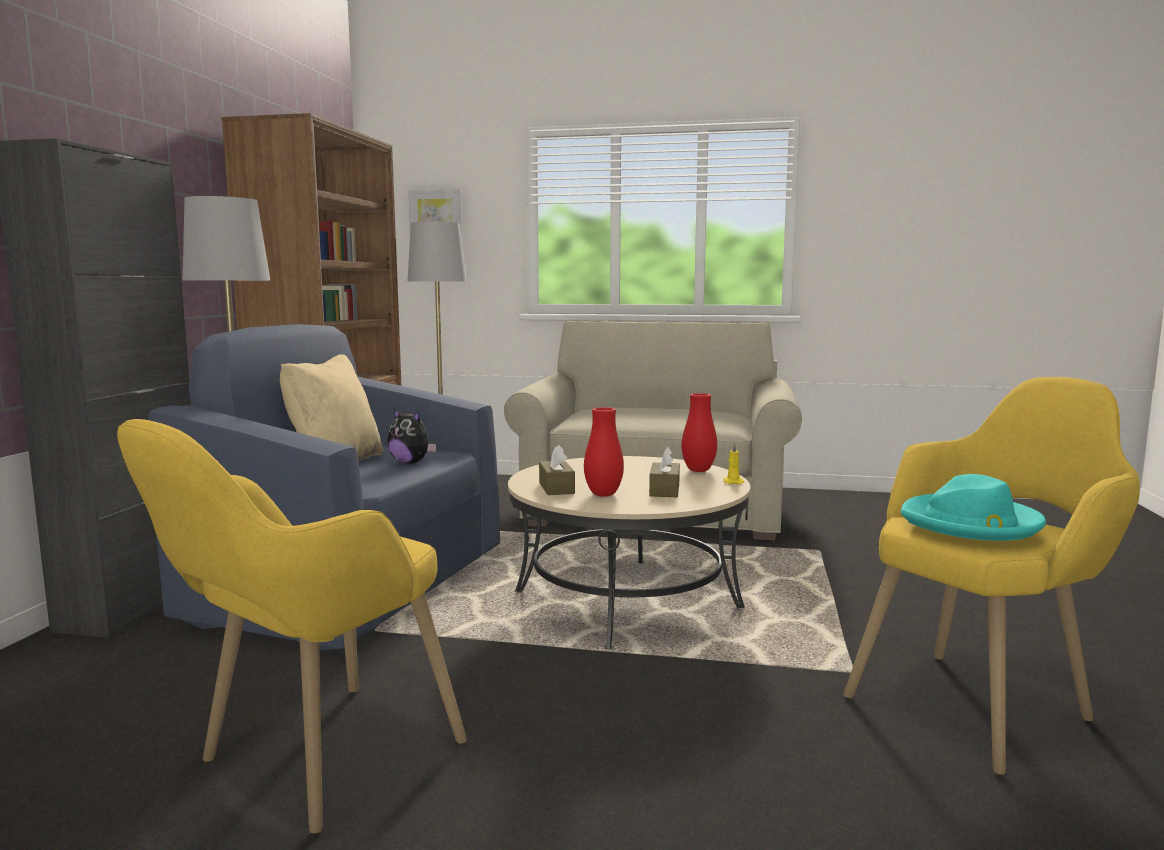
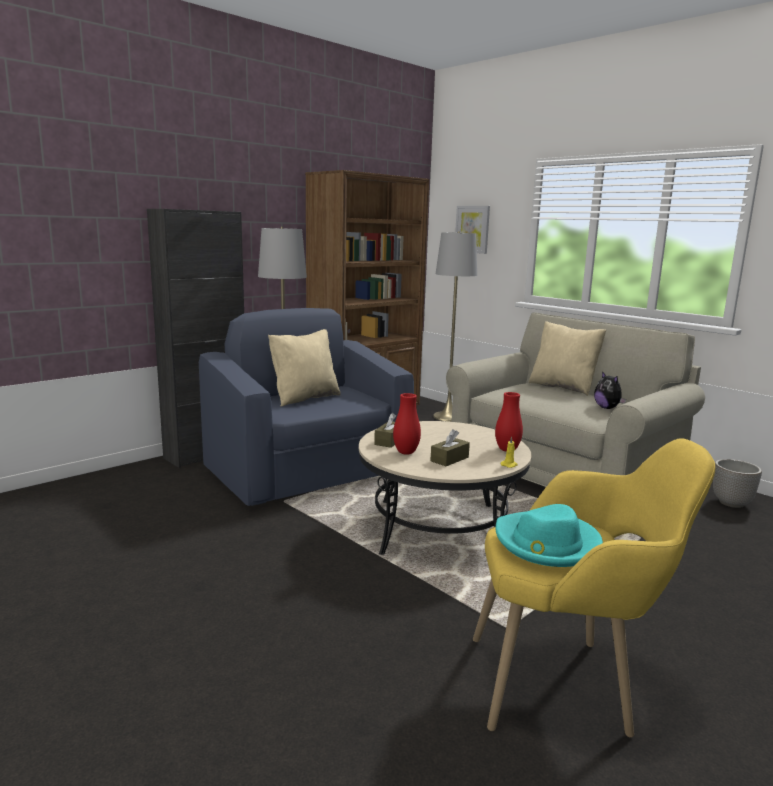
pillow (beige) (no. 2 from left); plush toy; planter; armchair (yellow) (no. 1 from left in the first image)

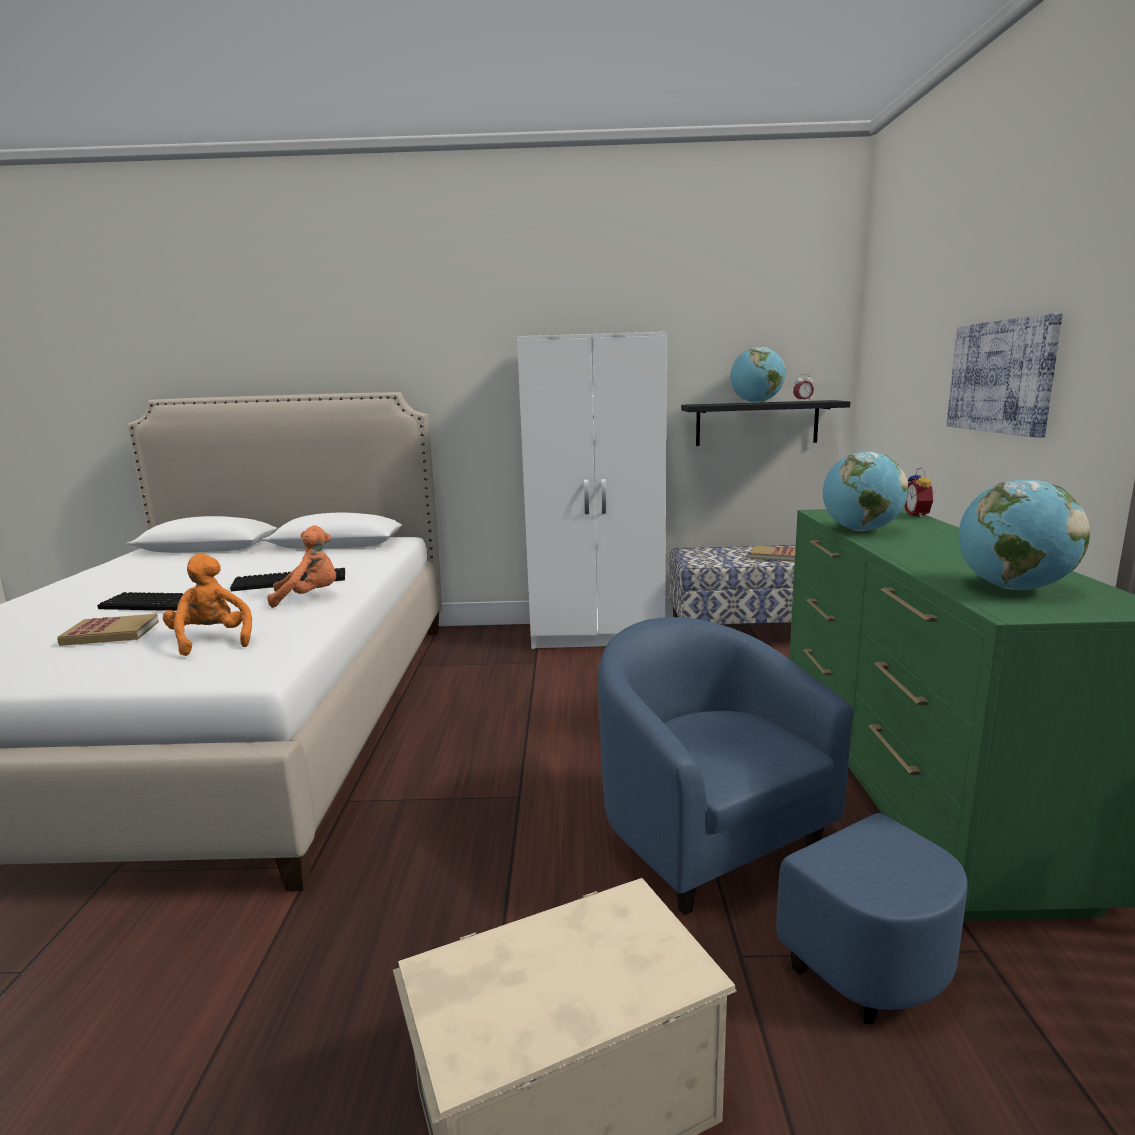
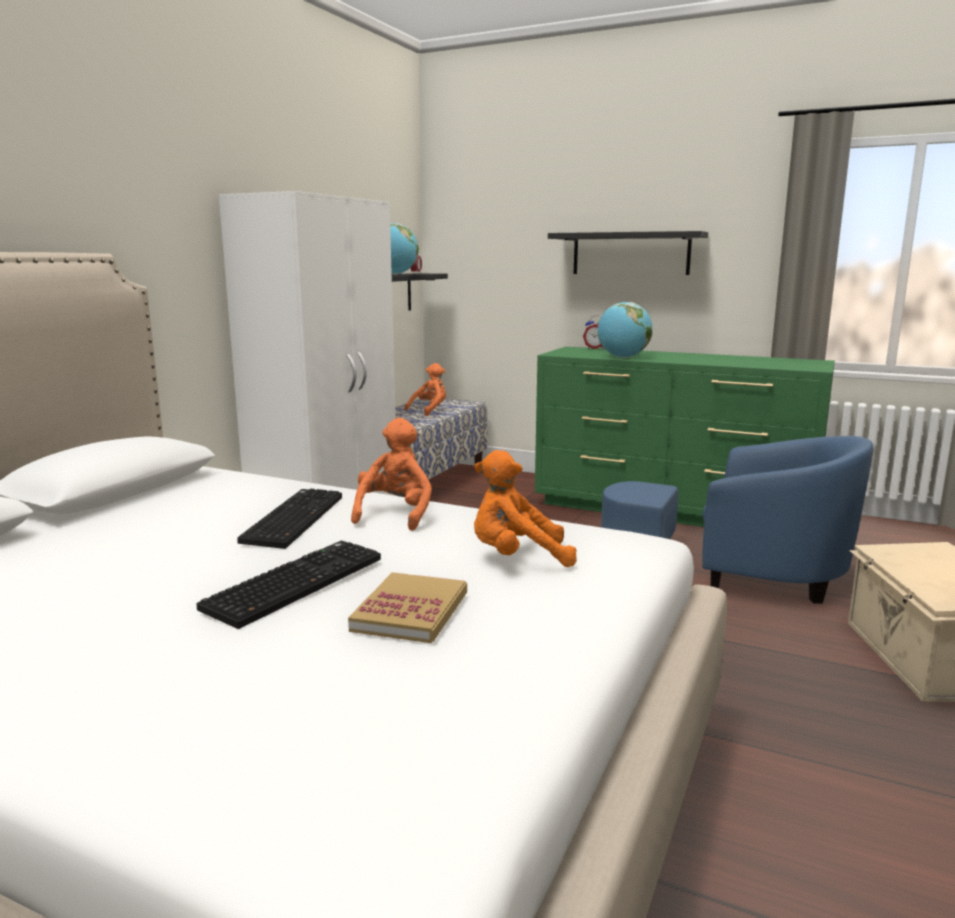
plush toy (orange) (no. 2 from left); shelf (black) (no. 2 from left); armchair (blue); globe (no. 3 from left in the first image)

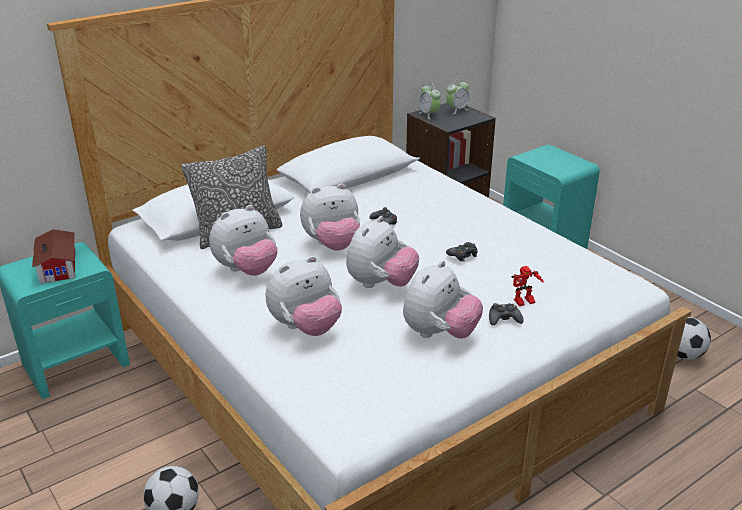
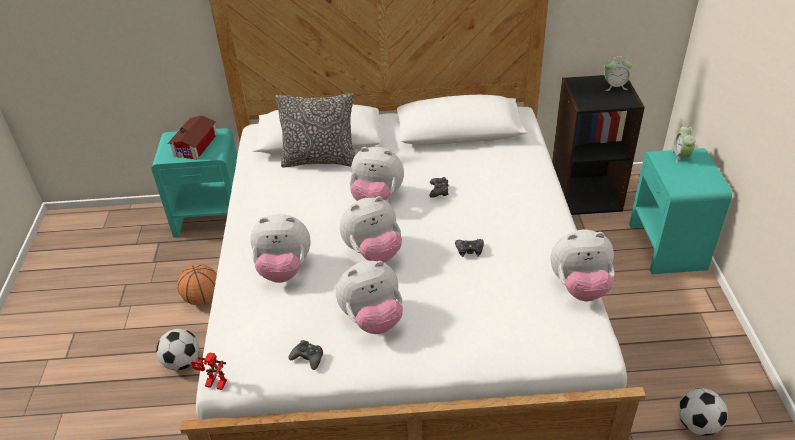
basketball; toy robot; game controller (black) (no. 1 from left); plush toy (no. 5 from left); alarm clock (no. 2 from left)

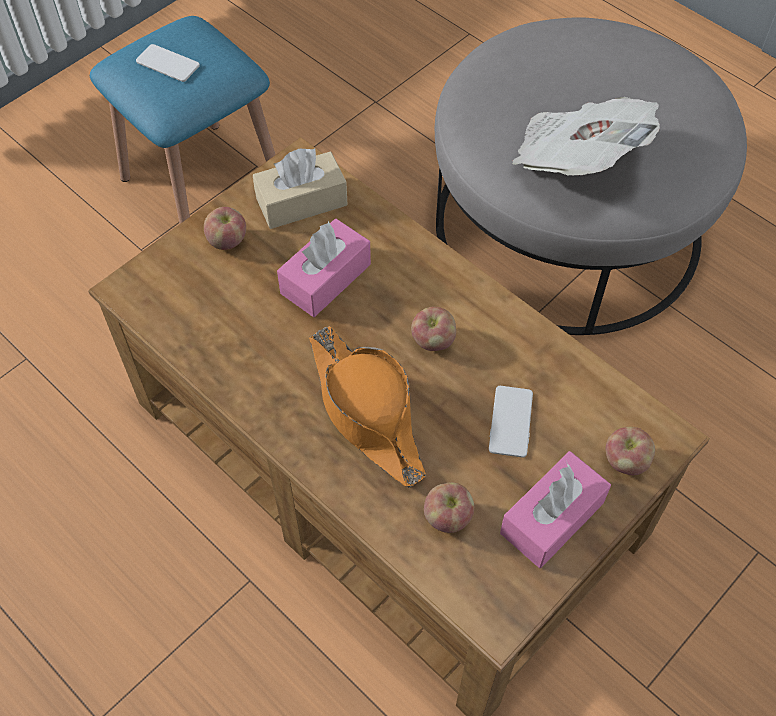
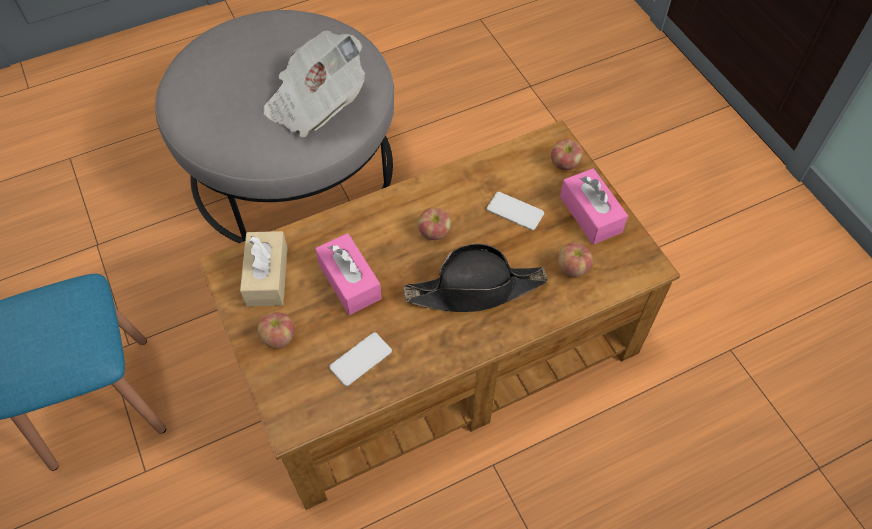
phone (no. 1 from left); hat (black)

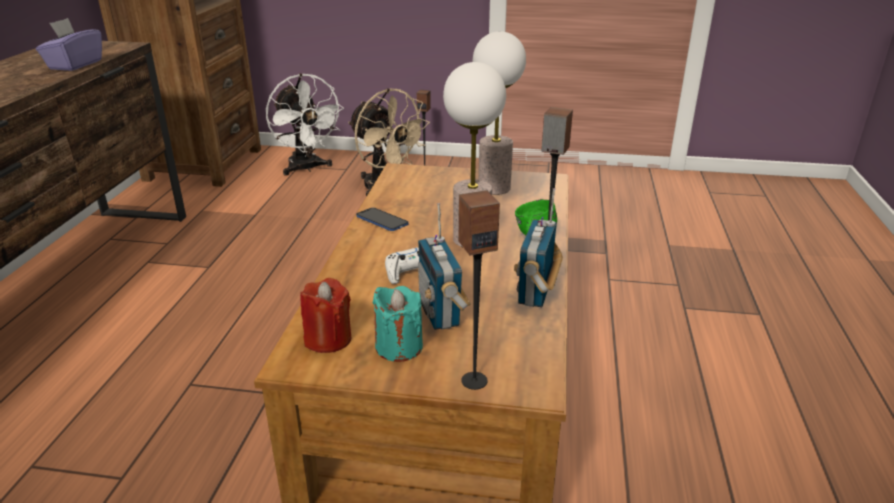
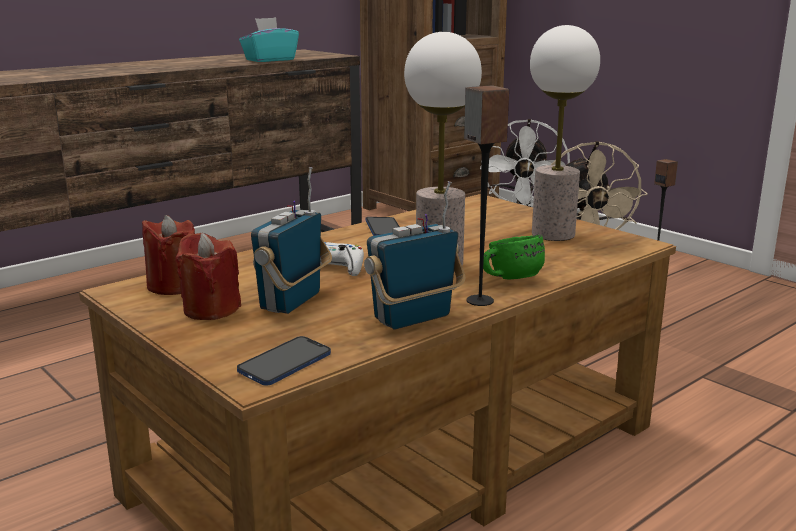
candle (red) (no. 2 from left); phone (no. 1 from left); tissue box (turquoise); speaker (no. 2 from left in the first image)

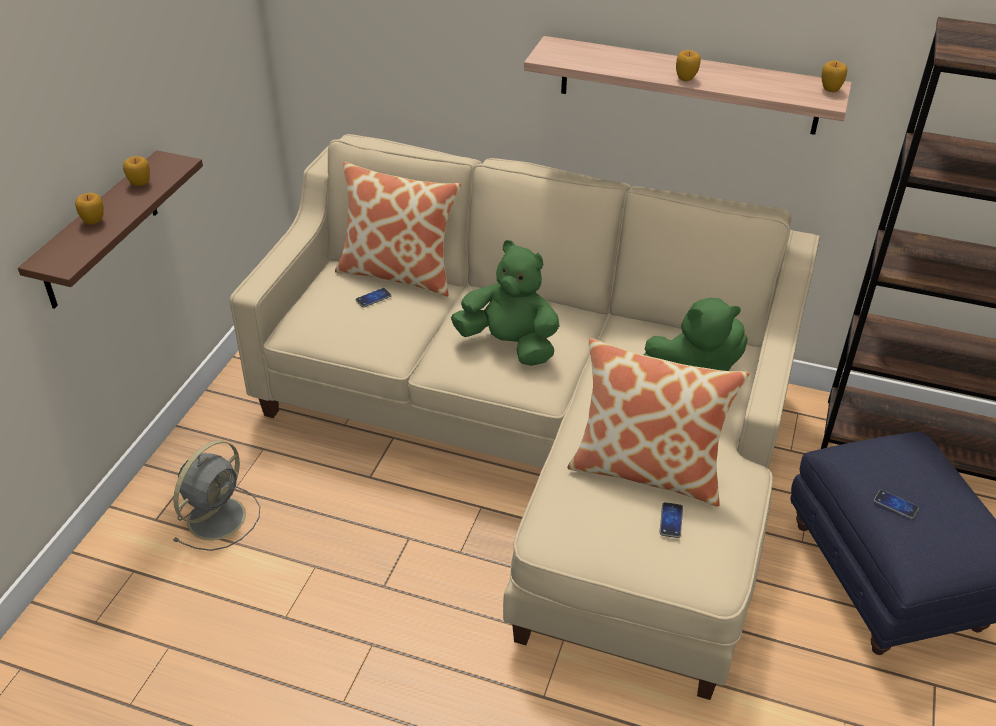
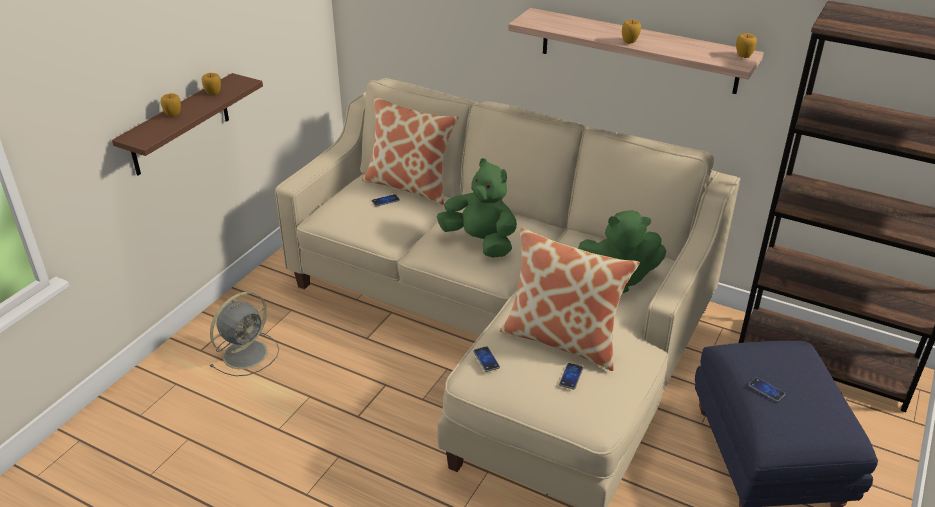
phone (no. 2 from left)

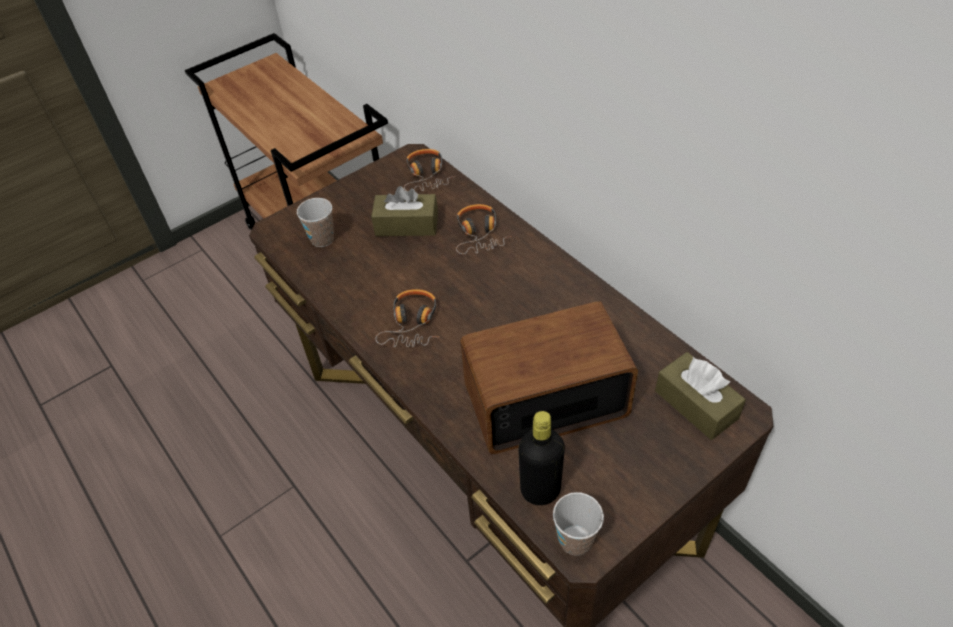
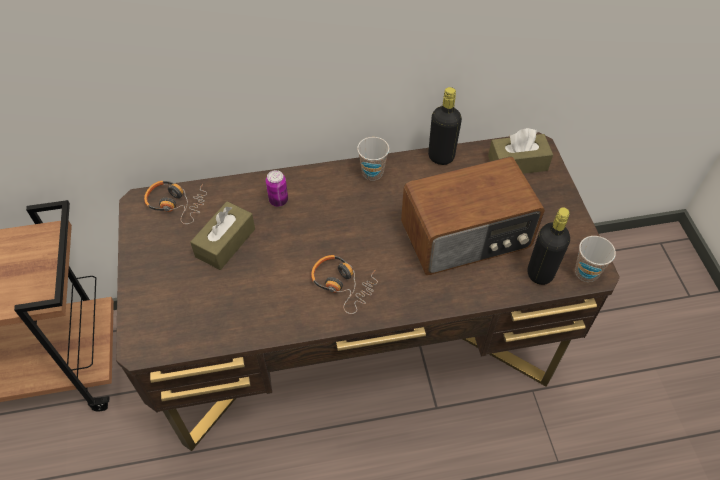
can; cup (no. 1 from left); radio; bottle (black) (no. 1 from left)

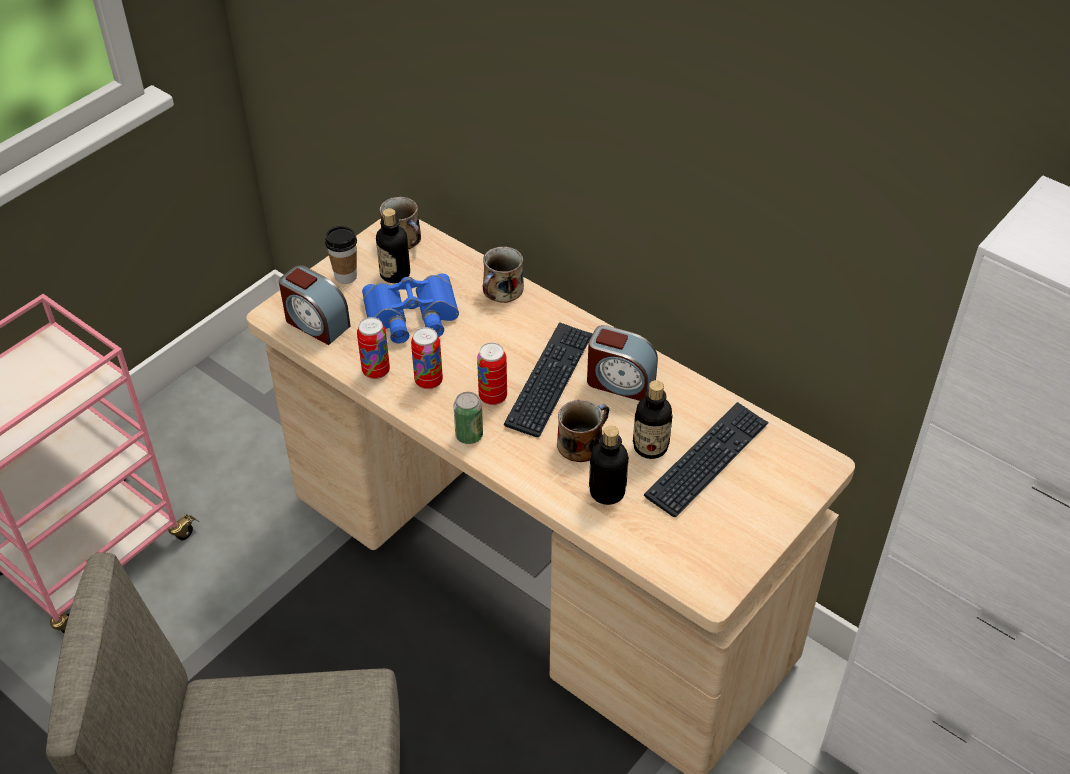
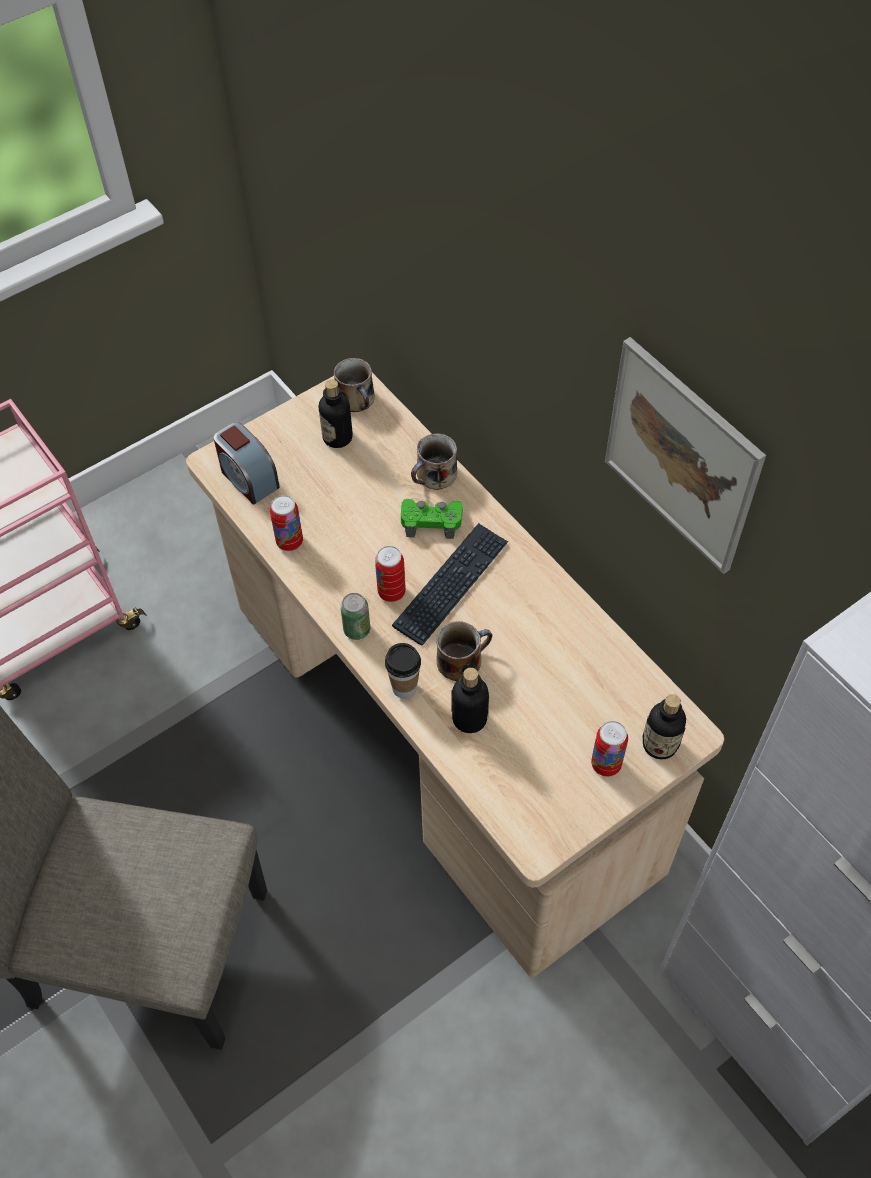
cup; game controller (green); can (no. 4 from left); picture; bottle (no. 3 from left); binoculars (blue); alarm clock (no. 2 from left in the first image); keyboard (no. 2 from left in the first image)

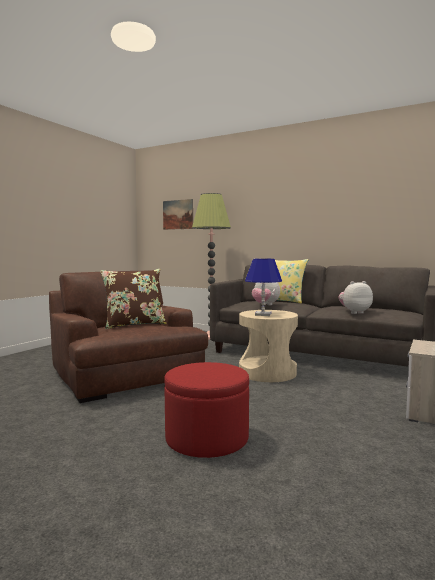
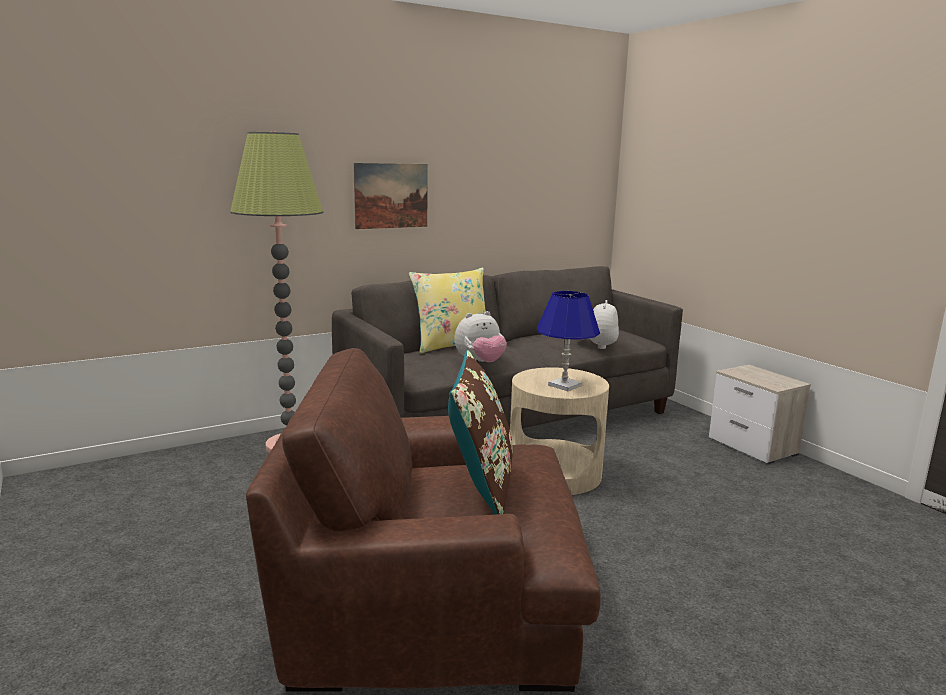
picture; ottoman (red)

